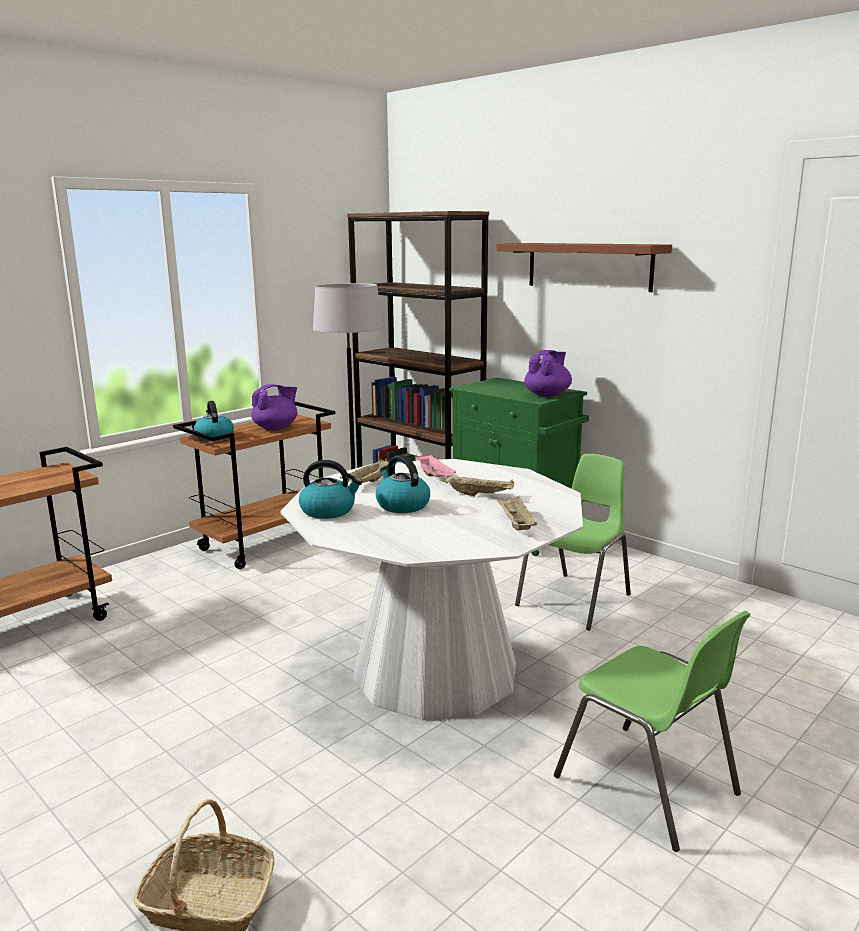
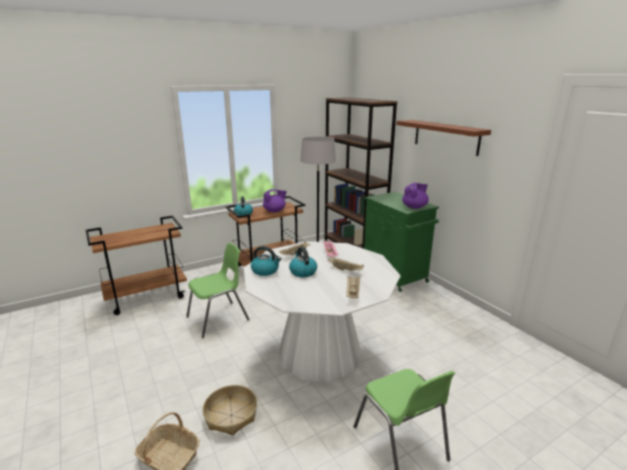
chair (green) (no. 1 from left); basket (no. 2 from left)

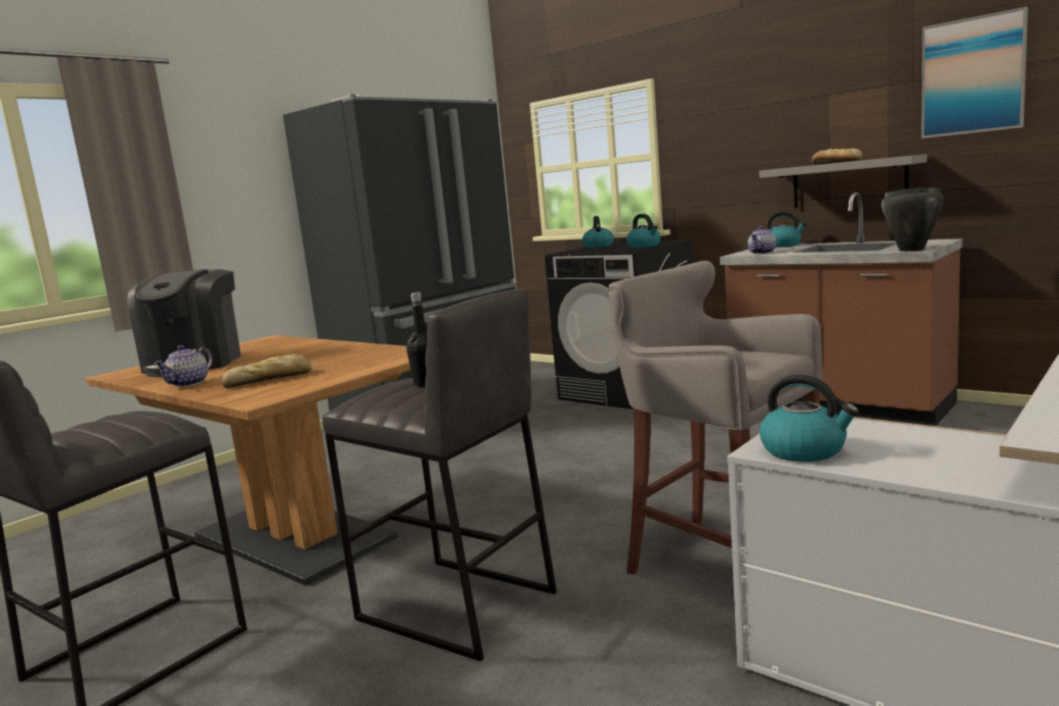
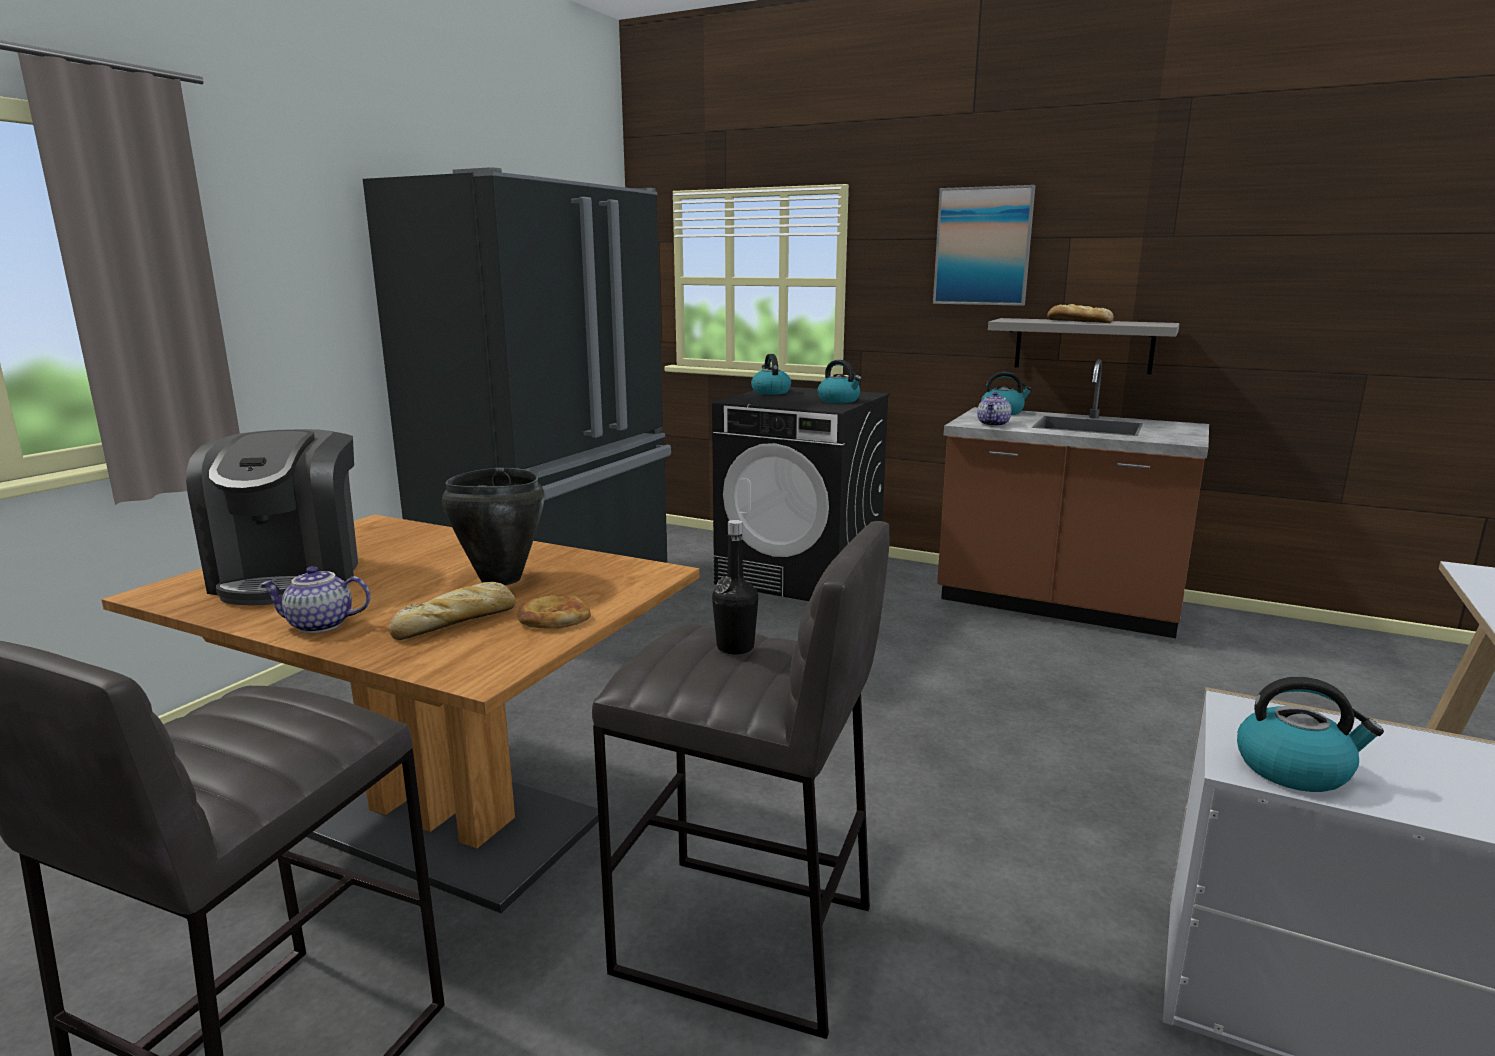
teapot (no. 1 from left); cooking pot (black); bread (no. 2 from left); picture; stool (grey) (no. 3 from left in the first image)

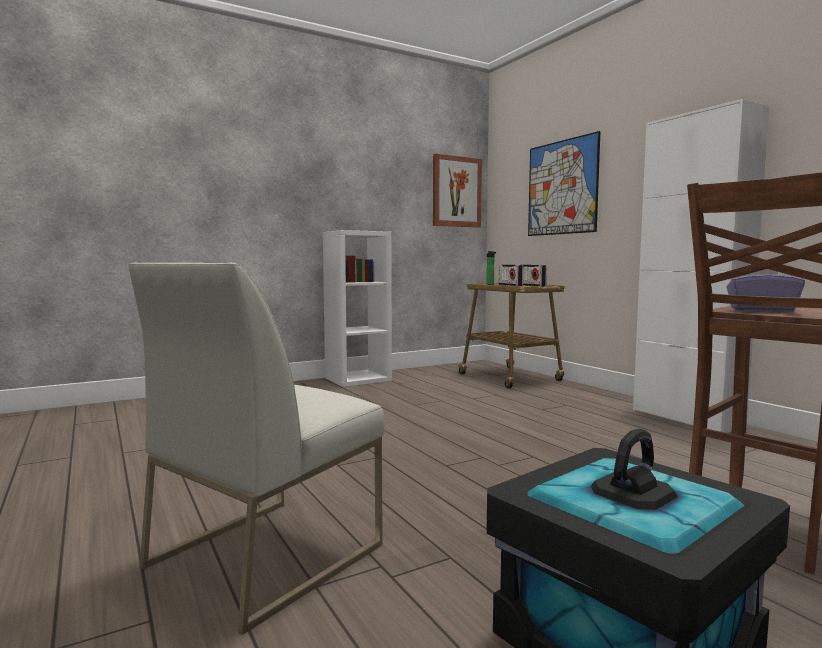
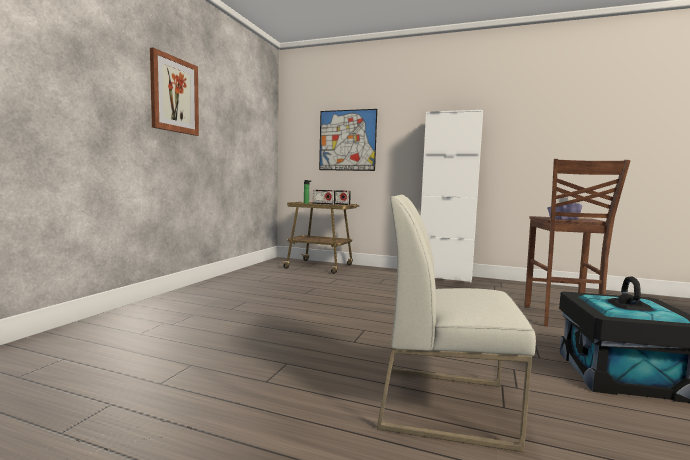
picture (no. 1 from left); chair (white); bookcase (white)

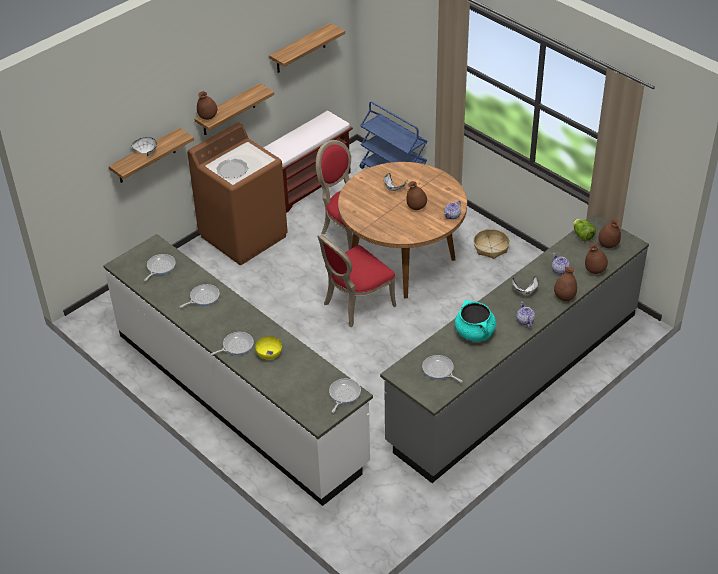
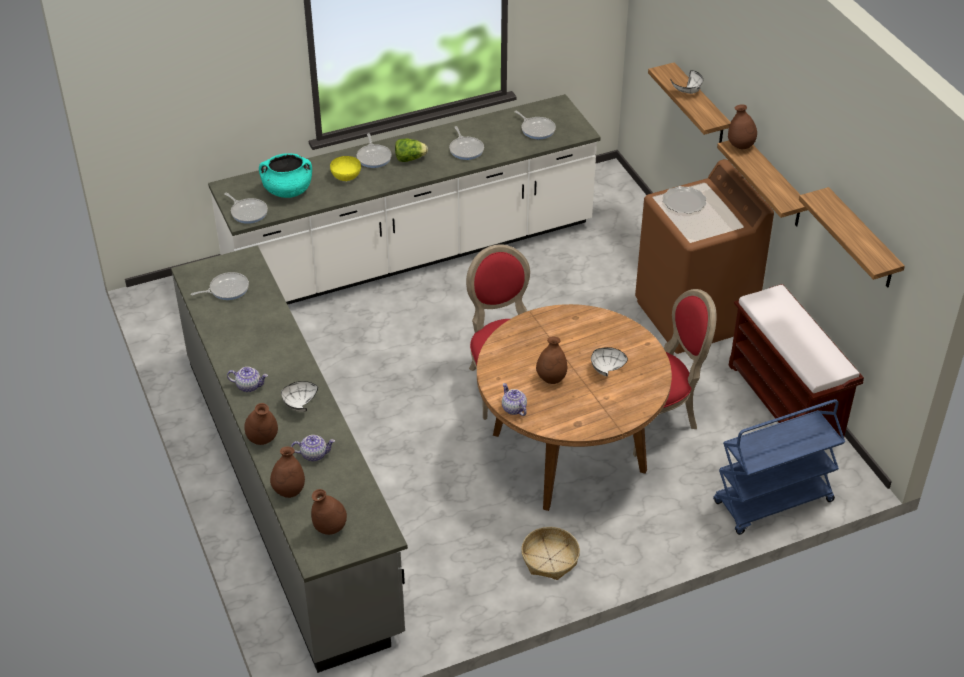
cooking pot (turquoise); lettuce

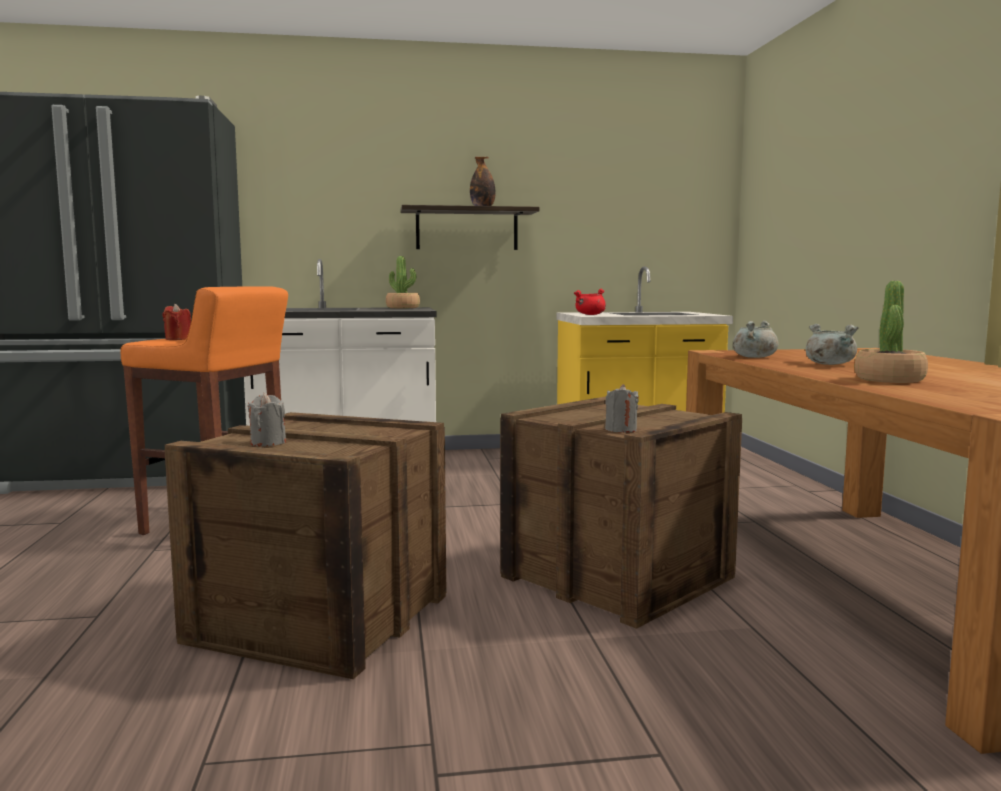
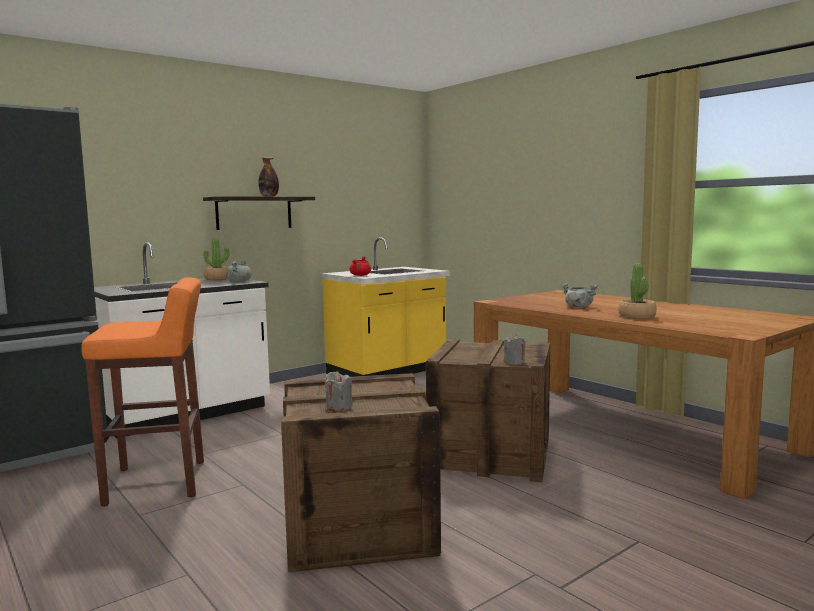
cooking pot (grey) (no. 1 from left); candle (red)

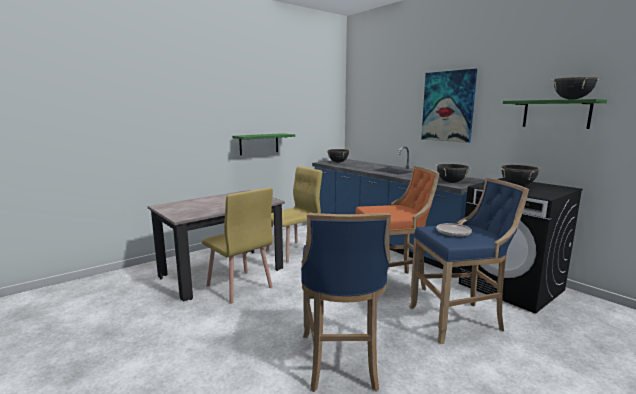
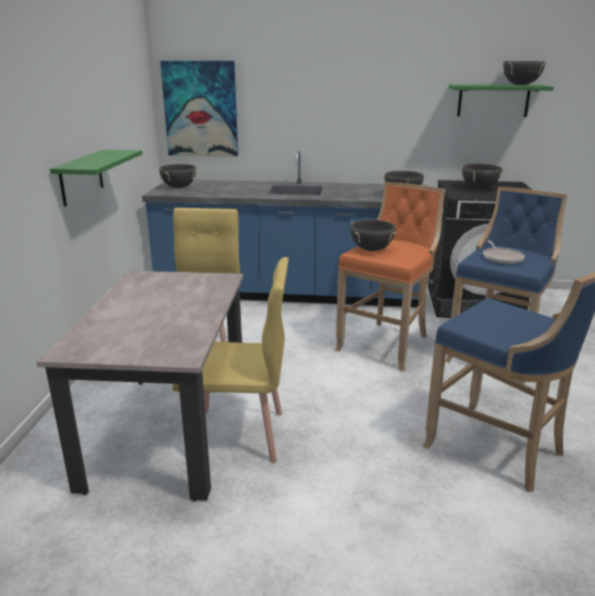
picture; cooking pot (black) (no. 2 from left)

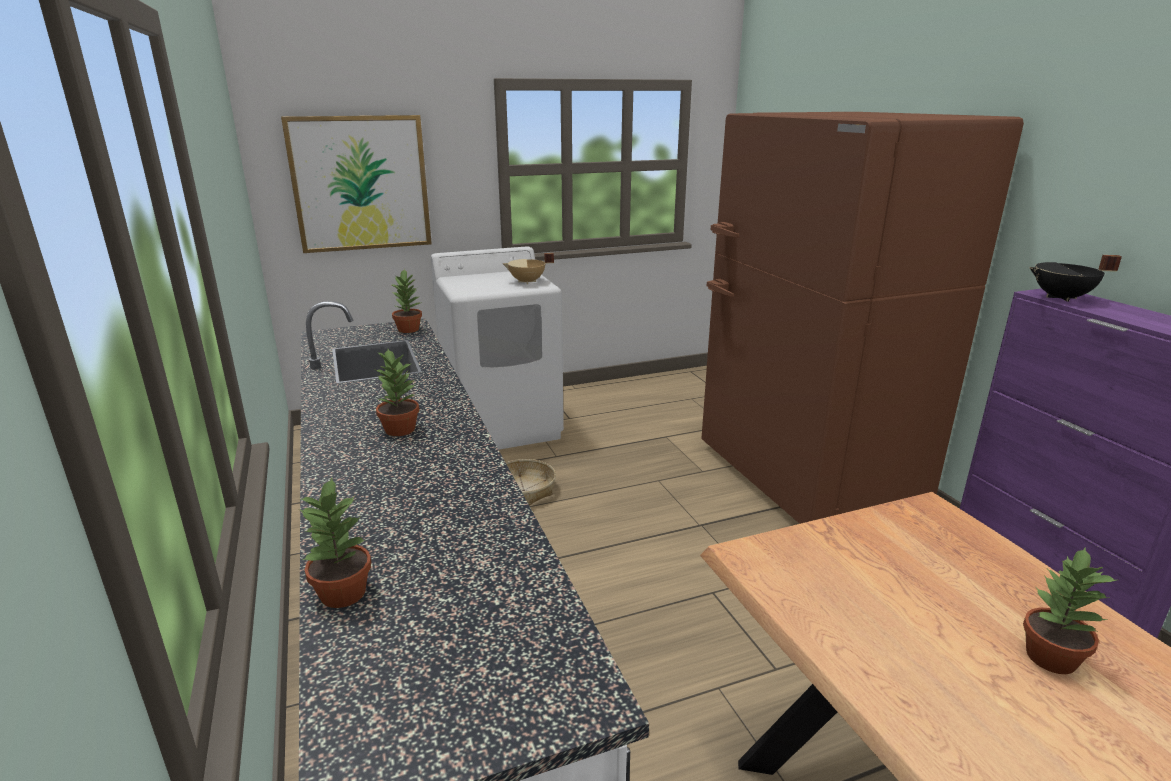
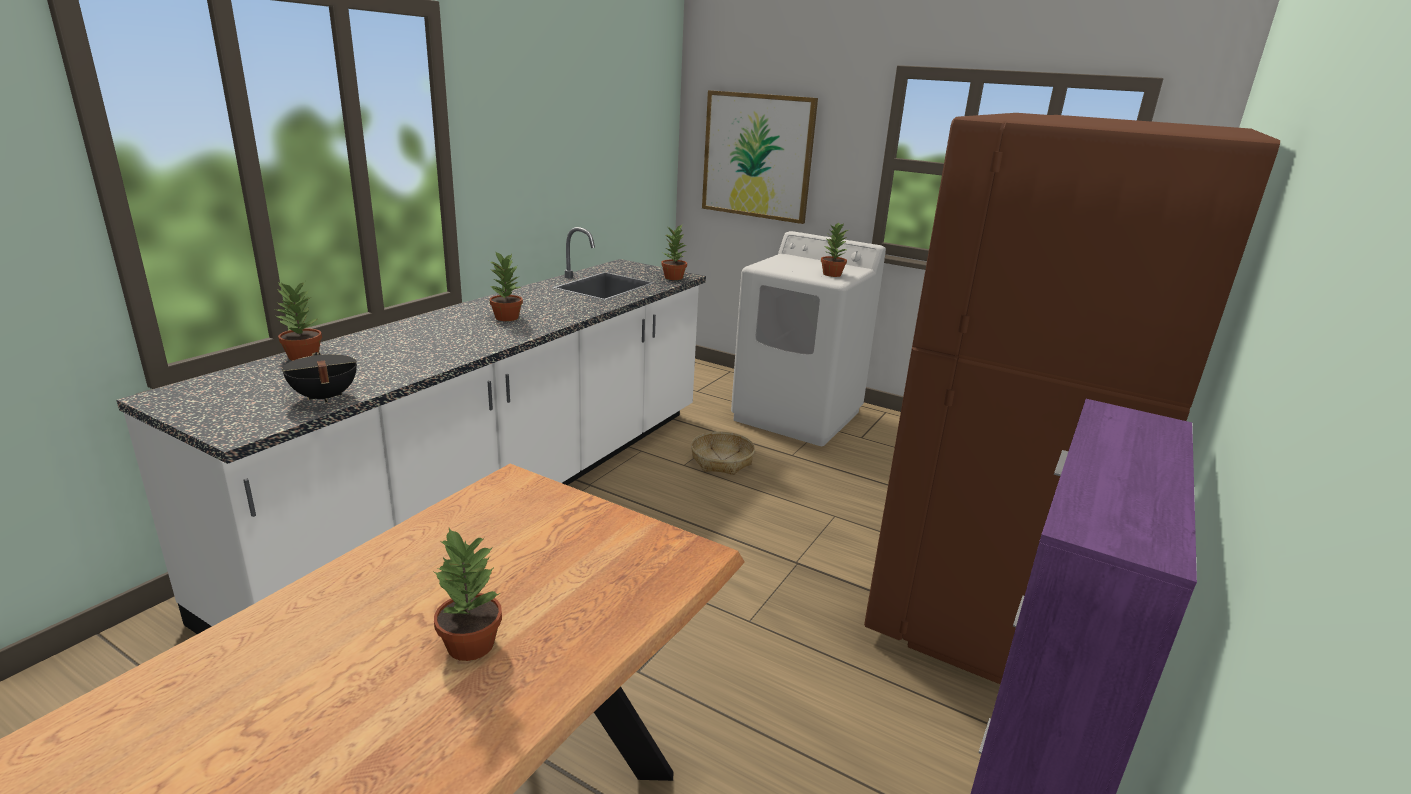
cooking pot (black); potted plant (no. 5 from left)

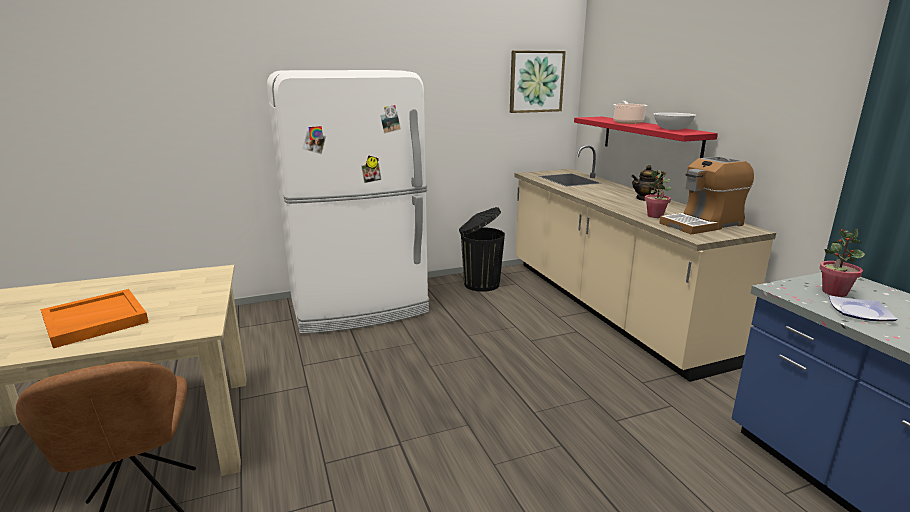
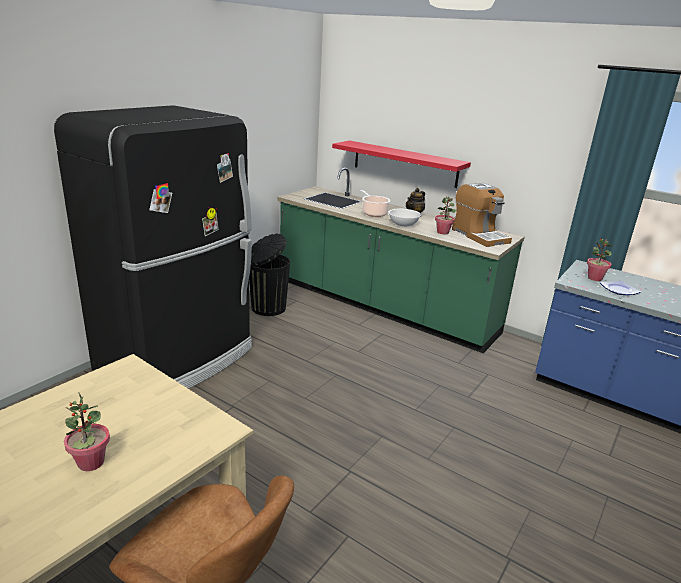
fridge (black); potted plant (no. 1 from left); counter (green); cooking pot; bowl (white); coffee machine; picture

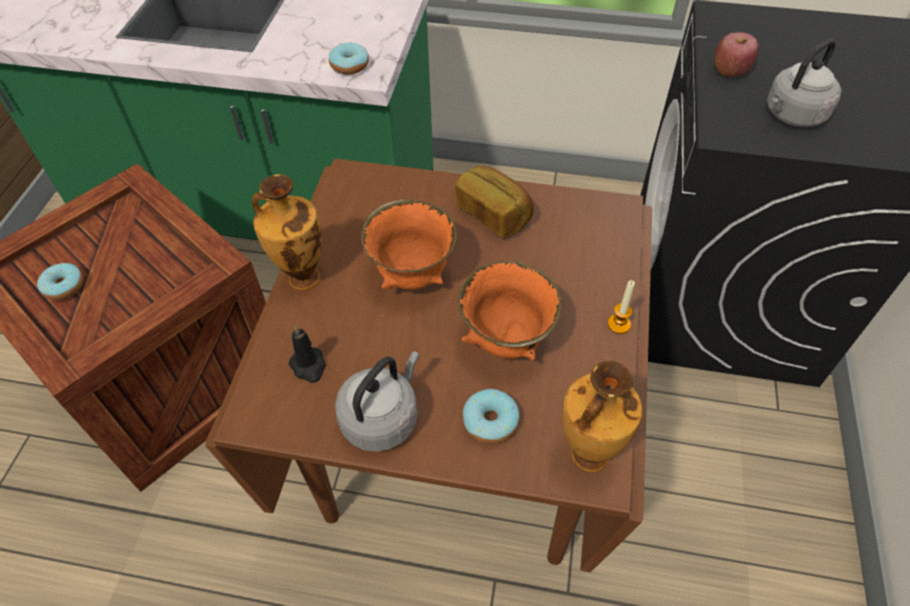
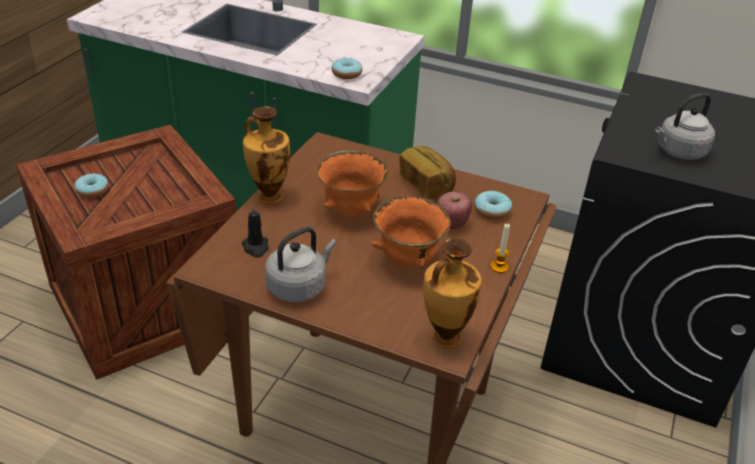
apple; donut (no. 3 from left)

